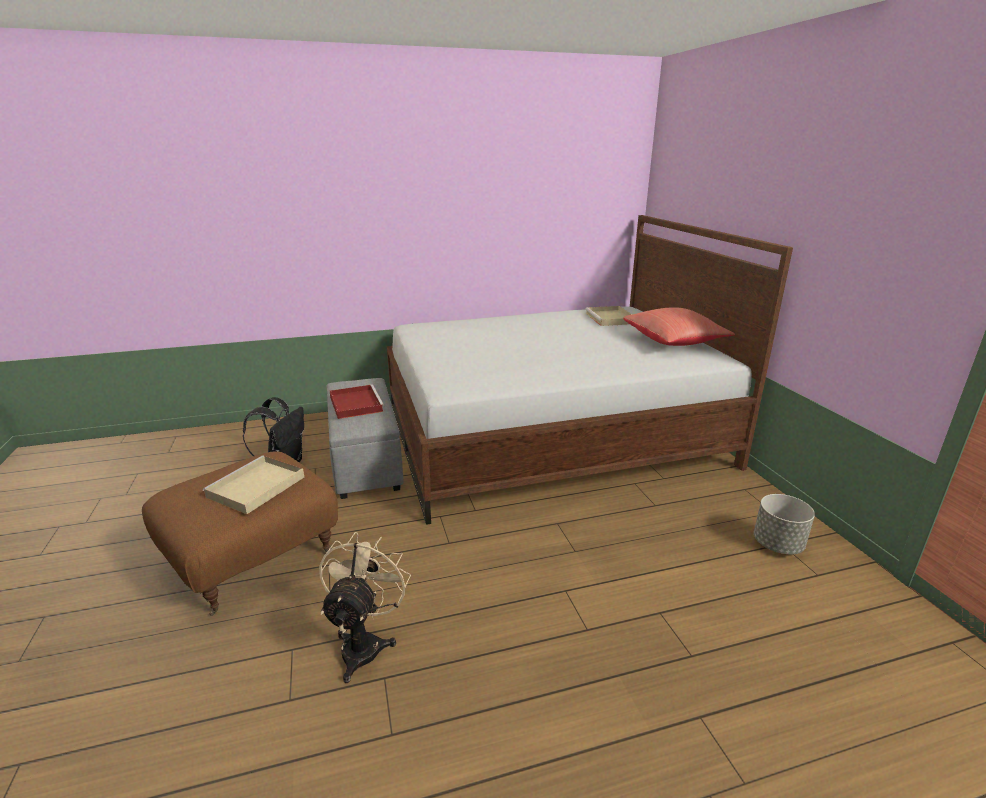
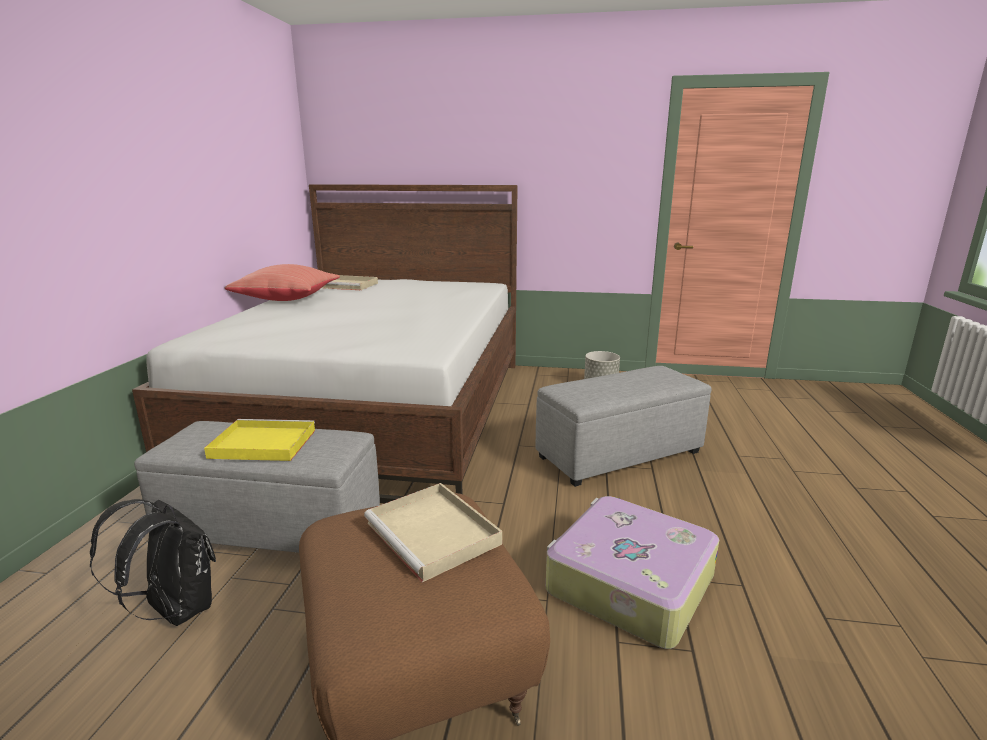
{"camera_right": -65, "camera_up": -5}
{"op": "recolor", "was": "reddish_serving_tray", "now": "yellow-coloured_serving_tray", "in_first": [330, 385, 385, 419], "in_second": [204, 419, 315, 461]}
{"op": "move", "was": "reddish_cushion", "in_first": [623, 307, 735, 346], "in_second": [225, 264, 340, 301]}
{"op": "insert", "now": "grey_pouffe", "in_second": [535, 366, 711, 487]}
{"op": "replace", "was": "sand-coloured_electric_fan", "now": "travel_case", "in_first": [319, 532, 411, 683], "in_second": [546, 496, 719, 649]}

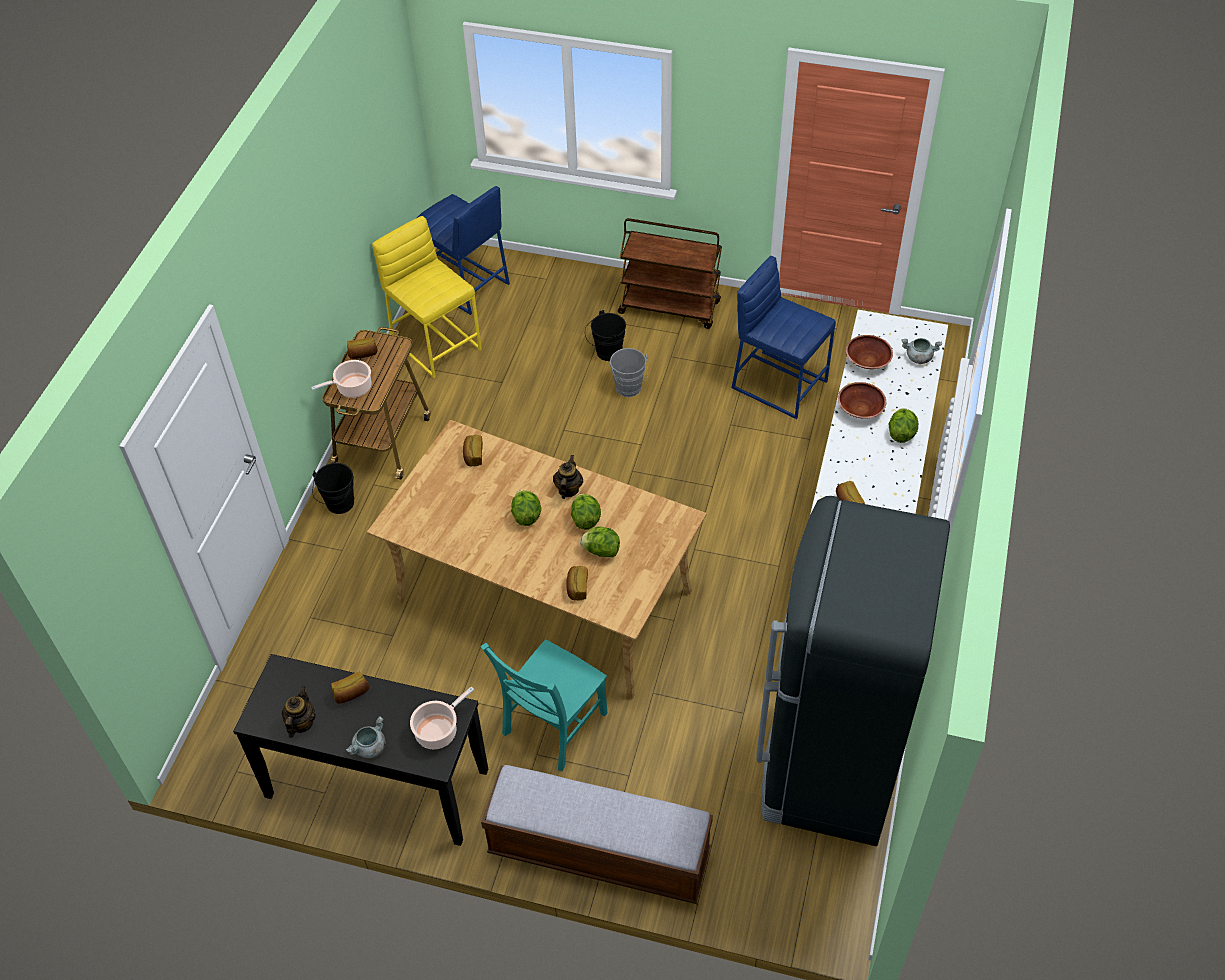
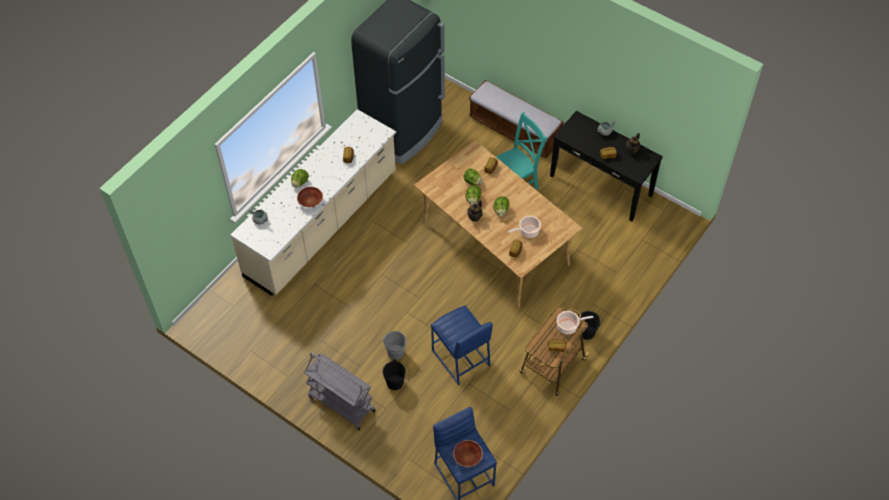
{"camera_right": -160, "camera_up": 5}
{"op": "recolor", "was": "brown_trolley", "now": "grey_trolley", "in_first": [618, 218, 722, 329], "in_second": [304, 352, 376, 430]}
{"op": "move", "was": "blue_stool", "in_first": [732, 256, 836, 419], "in_second": [431, 305, 493, 385]}
{"op": "move", "was": "brown_deep_dish", "in_first": [846, 335, 893, 369], "in_second": [453, 440, 483, 467]}
{"op": "move", "was": "cooking_pot", "in_first": [410, 687, 474, 749], "in_second": [507, 216, 541, 238]}
{"op": "delete", "was": "yellow-coloured_stool", "in_first": [372, 216, 482, 378]}

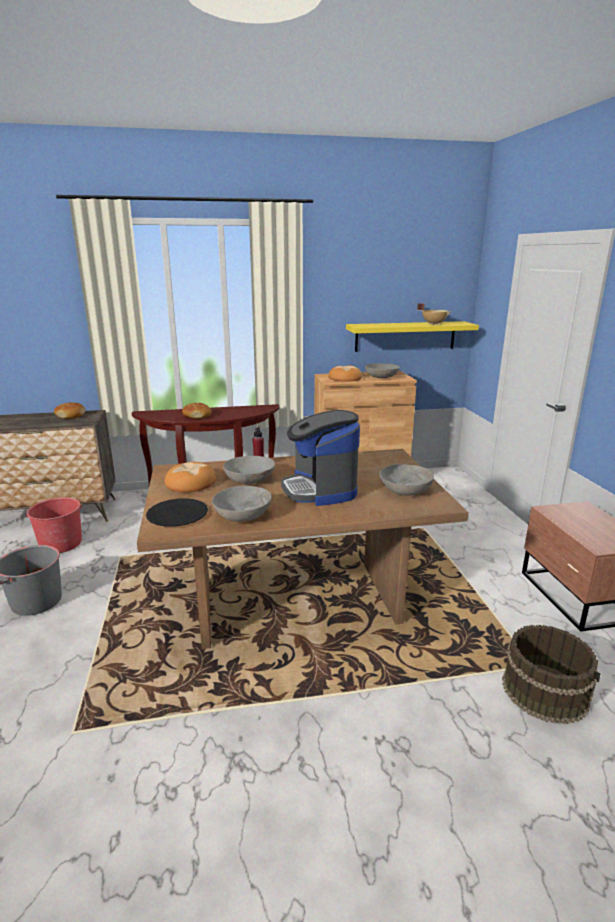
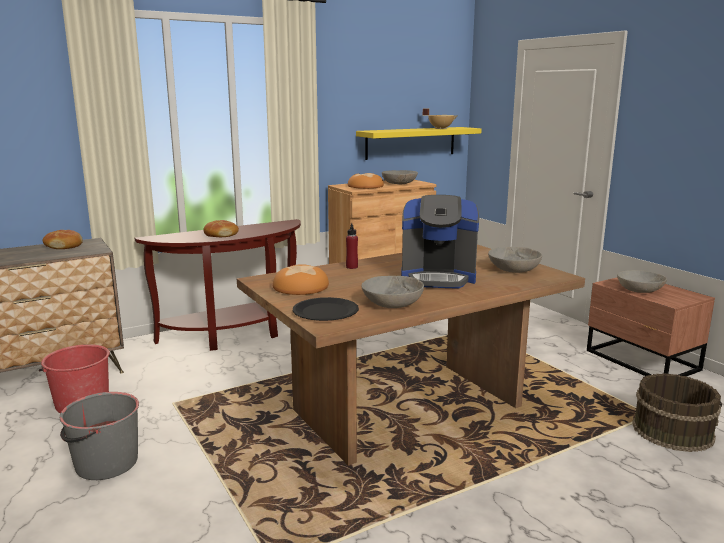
{"camera_right": -20, "camera_up": -5}
{"op": "rotate", "was": "coffee_machine", "in_first": [281, 410, 360, 506], "in_second": [401, 195, 479, 288], "clockwise": -45}
{"op": "move", "was": "grey_deep_dish", "in_first": [223, 456, 275, 484], "in_second": [617, 270, 667, 293]}

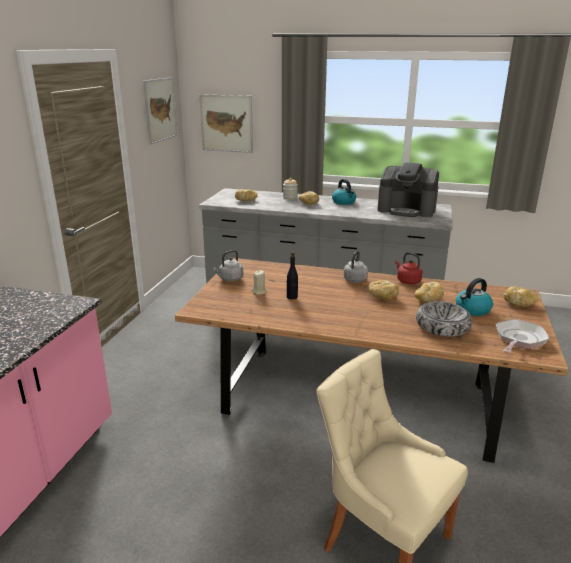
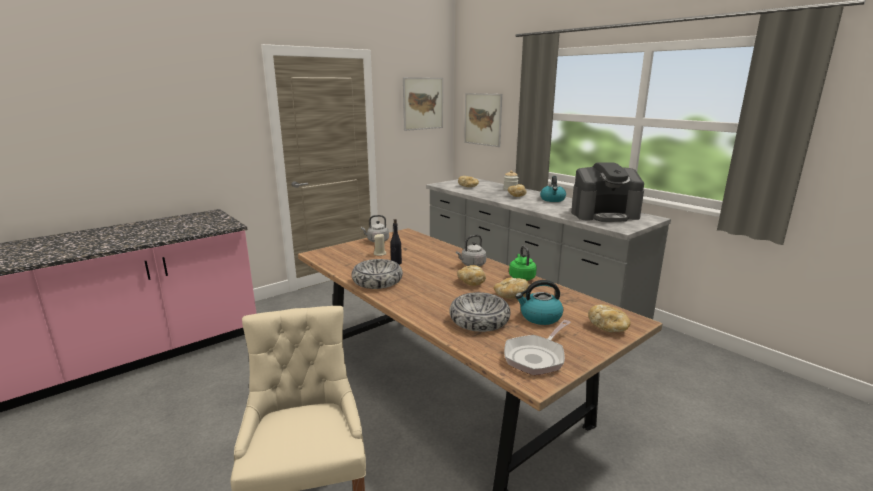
{"camera_right": 35, "camera_up": -5}
{"op": "insert", "now": "deep_dish", "in_second": [352, 259, 403, 289]}
{"op": "rotate", "was": "frying_pan", "in_first": [496, 319, 549, 353], "in_second": [504, 320, 571, 375], "clockwise": 150}
{"op": "recolor", "was": "reddish_water_kettle", "now": "greenish_water_kettle", "in_first": [395, 252, 422, 284], "in_second": [509, 246, 537, 281]}
{"op": "rotate", "was": "coffee_machine", "in_first": [377, 162, 439, 217], "in_second": [571, 162, 644, 222], "clockwise": -60}

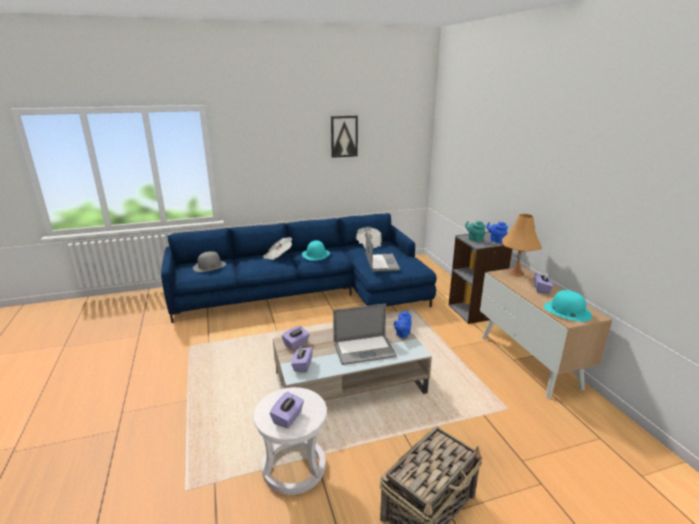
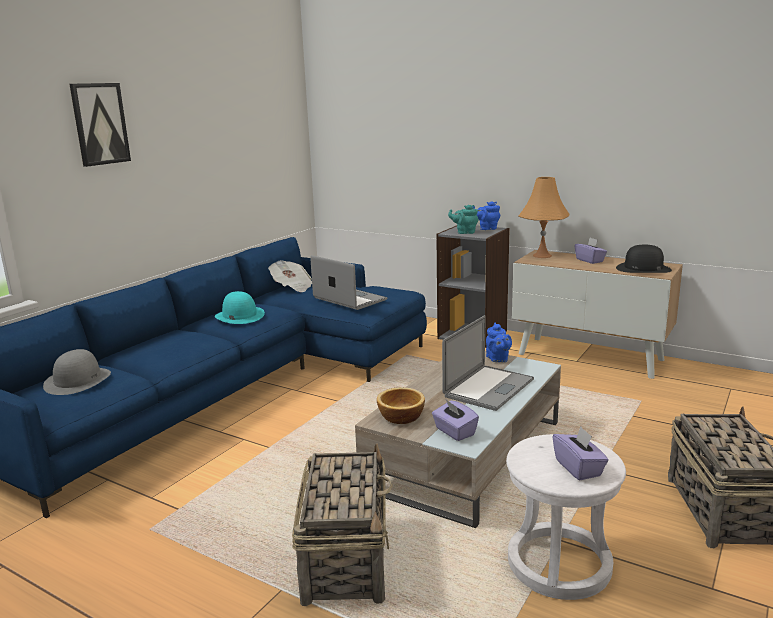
{"camera_right": -40, "camera_up": -5}
{"op": "move", "was": "wall_picture", "in_first": [331, 116, 358, 158], "in_second": [69, 83, 131, 167]}
{"op": "insert", "now": "household_basket", "in_second": [292, 443, 393, 606]}
{"op": "replace", "was": "purple_tissue_holder", "now": "deep_dish", "in_first": [282, 326, 310, 350], "in_second": [377, 387, 425, 424]}
{"op": "recolor", "was": "blue-green_clothing_hat", "now": "black-coloured_clothing_hat", "in_first": [544, 290, 592, 322], "in_second": [616, 245, 672, 273]}
{"op": "delete", "was": "daily_paper", "in_first": [263, 237, 292, 260]}

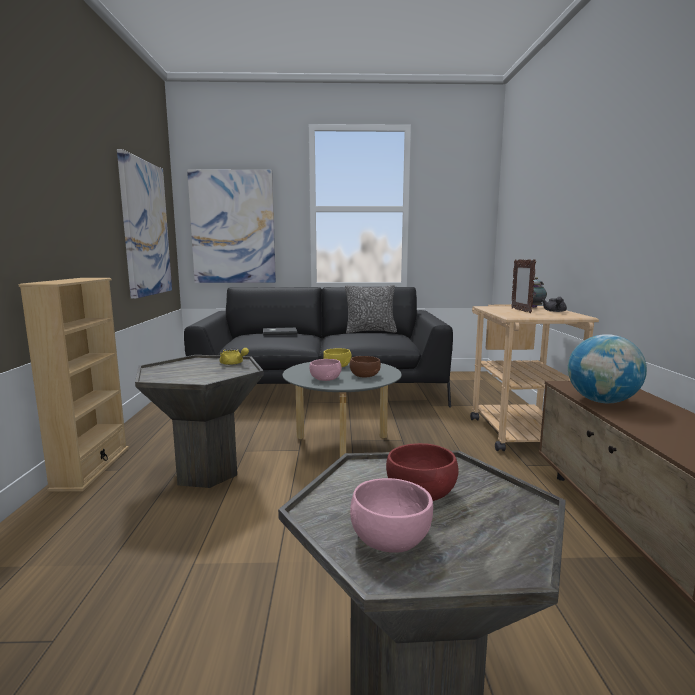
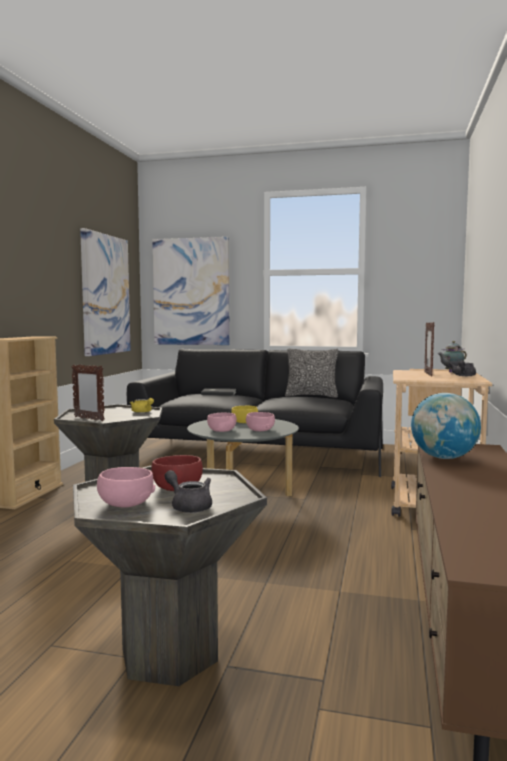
{"camera_right": 15, "camera_up": -5}
{"op": "insert", "now": "standing_frame", "in_second": [71, 364, 105, 421]}
{"op": "insert", "now": "grey_pot_for_tea", "in_second": [165, 470, 212, 513]}
{"op": "recolor", "was": "brown_deep_dish", "now": "pink-coloured_deep_dish", "in_first": [349, 356, 381, 377], "in_second": [246, 412, 275, 431]}

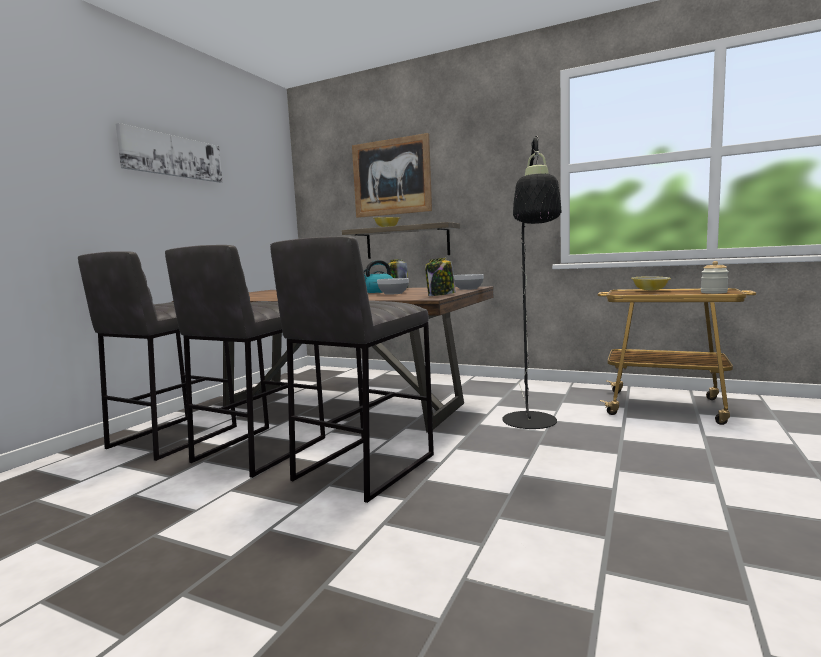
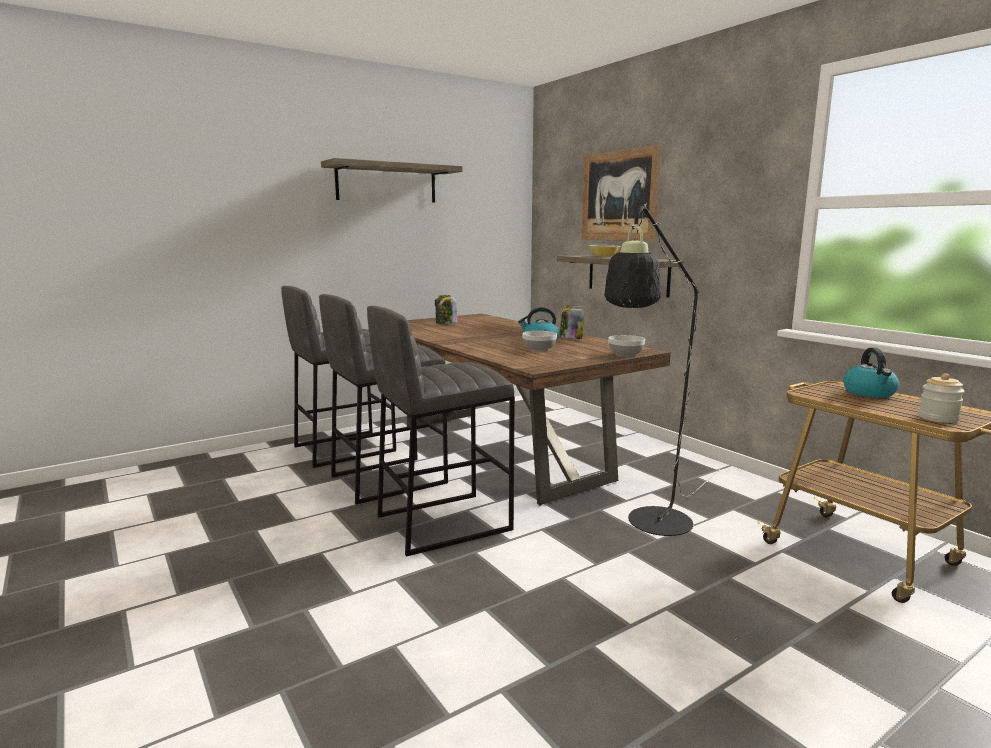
{"camera_right": 30, "camera_up": 5}
{"op": "replace", "was": "wall_picture", "now": "shelf", "in_first": [115, 123, 223, 183], "in_second": [321, 158, 463, 203]}
{"op": "move", "was": "preserve_jar", "in_first": [425, 258, 456, 296], "in_second": [435, 295, 457, 324]}
{"op": "replace", "was": "deep_dish", "now": "water_kettle", "in_first": [631, 276, 671, 290], "in_second": [843, 347, 899, 398]}

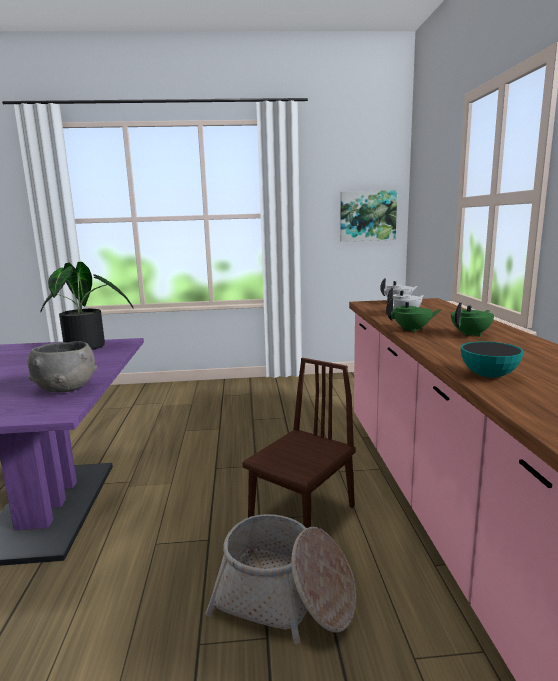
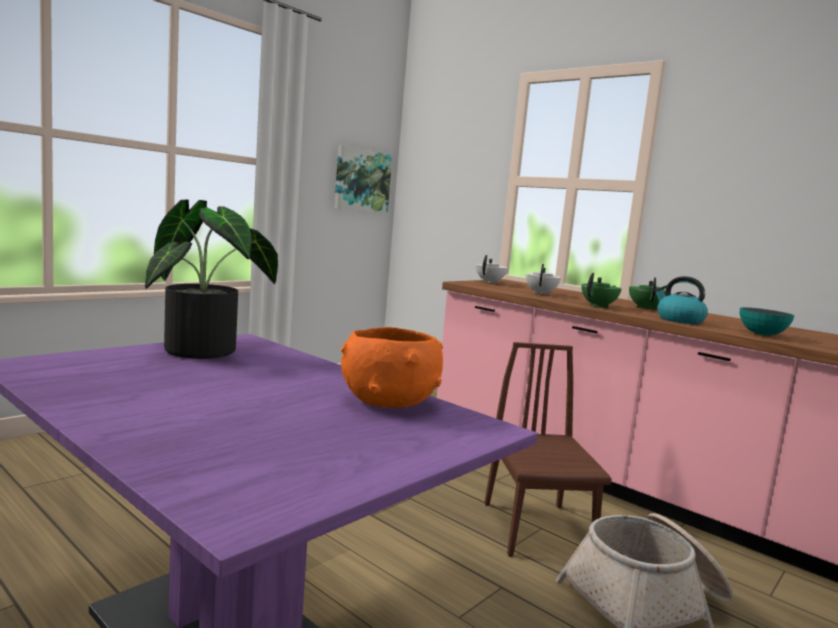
{"camera_right": -45, "camera_up": -5}
{"op": "recolor", "was": "grey_deep_dish", "now": "orange-coloured_deep_dish", "in_first": [27, 341, 97, 392], "in_second": [341, 327, 443, 408]}
{"op": "insert", "now": "water_kettle", "in_second": [654, 276, 708, 324]}

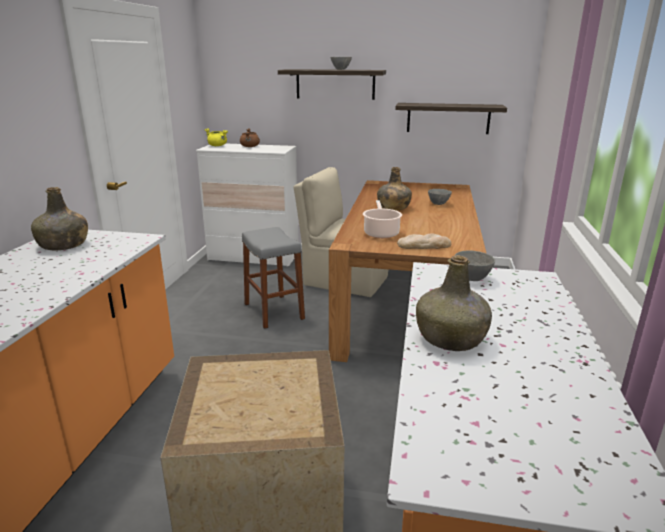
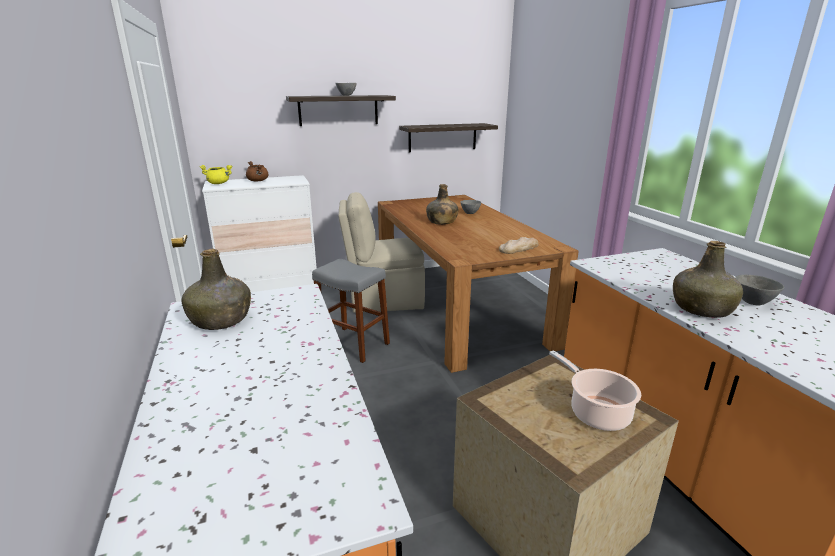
{"camera_right": -30, "camera_up": 0}
{"op": "move", "was": "cooking_pot", "in_first": [363, 200, 402, 238], "in_second": [549, 350, 641, 431]}
{"op": "move", "was": "grey_deep_dish", "in_first": [454, 251, 495, 281], "in_second": [735, 275, 784, 305]}

